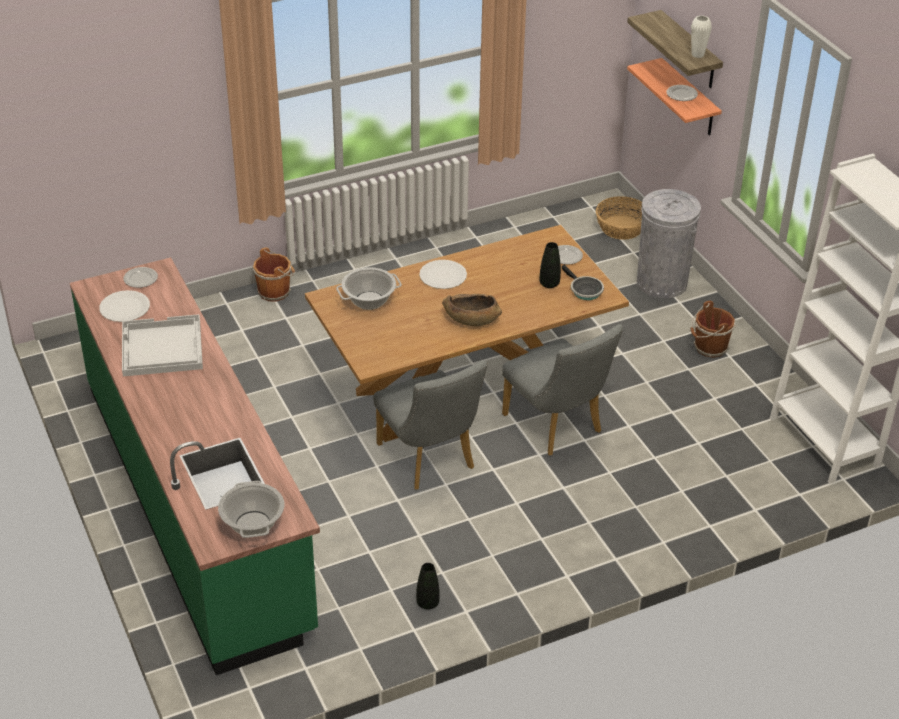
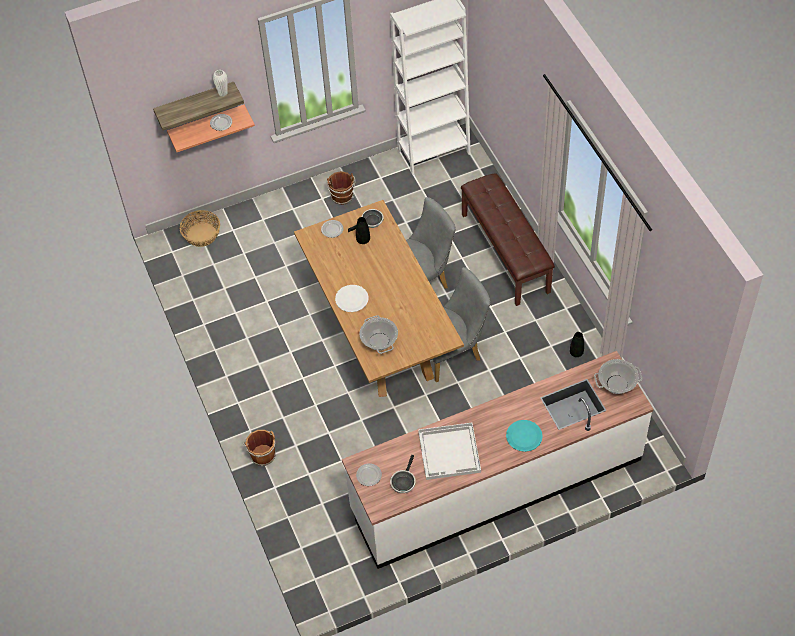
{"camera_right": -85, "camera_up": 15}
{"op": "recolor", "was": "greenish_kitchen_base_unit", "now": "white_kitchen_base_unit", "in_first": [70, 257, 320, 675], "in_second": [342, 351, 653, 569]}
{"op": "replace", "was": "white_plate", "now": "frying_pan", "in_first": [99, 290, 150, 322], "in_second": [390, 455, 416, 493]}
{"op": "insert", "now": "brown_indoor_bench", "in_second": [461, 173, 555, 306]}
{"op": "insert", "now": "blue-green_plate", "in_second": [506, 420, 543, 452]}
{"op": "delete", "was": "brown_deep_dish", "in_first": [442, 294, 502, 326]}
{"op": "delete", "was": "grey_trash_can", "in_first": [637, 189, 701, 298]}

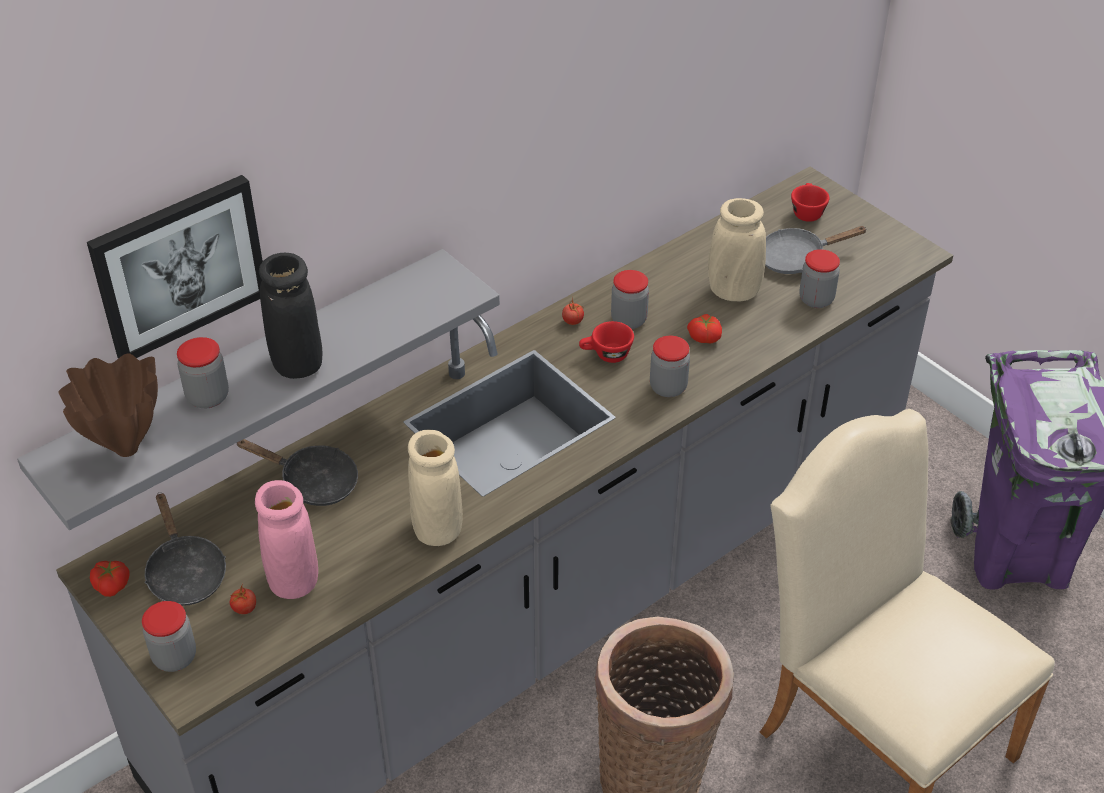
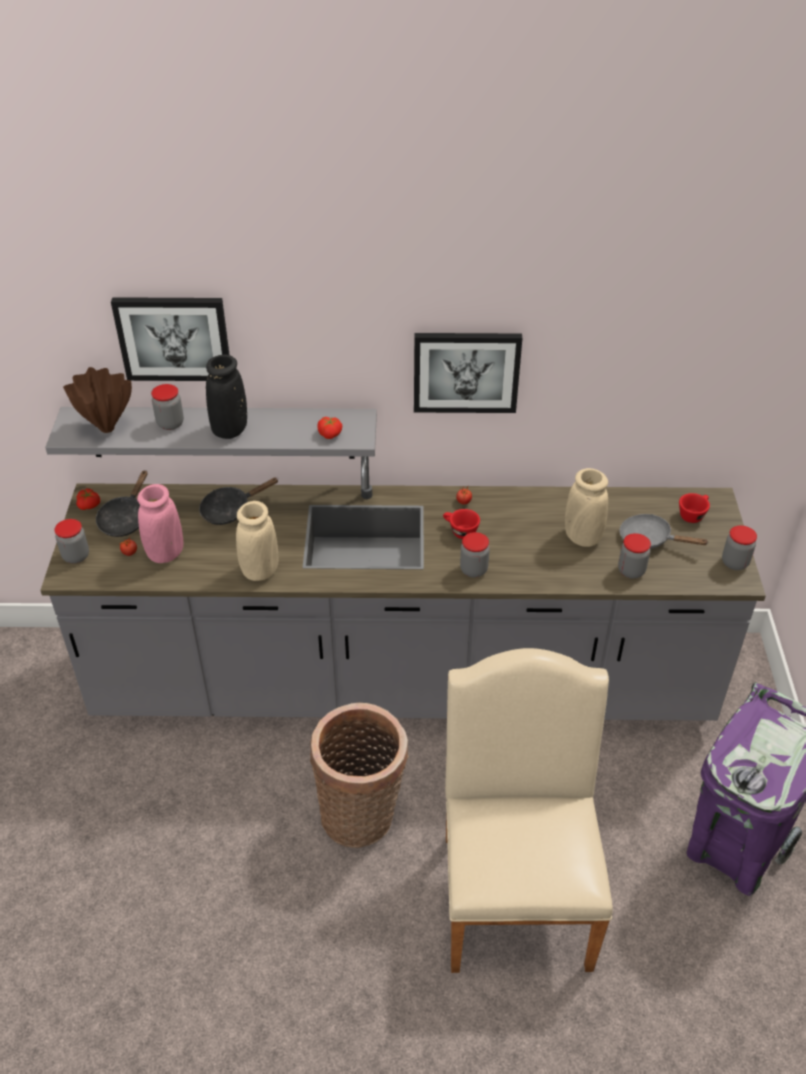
{"camera_right": 40, "camera_up": 0}
{"op": "rotate", "was": "black-coloured_frying_pan", "in_first": [237, 439, 358, 506], "in_second": [199, 477, 279, 525], "clockwise": 90}
{"op": "move", "was": "whole_tomato", "in_first": [687, 314, 722, 344], "in_second": [317, 417, 342, 439]}
{"op": "insert", "now": "wall_picture", "in_second": [414, 333, 522, 413]}
{"op": "move", "was": "preserve_jar", "in_first": [611, 270, 649, 329], "in_second": [722, 525, 757, 570]}

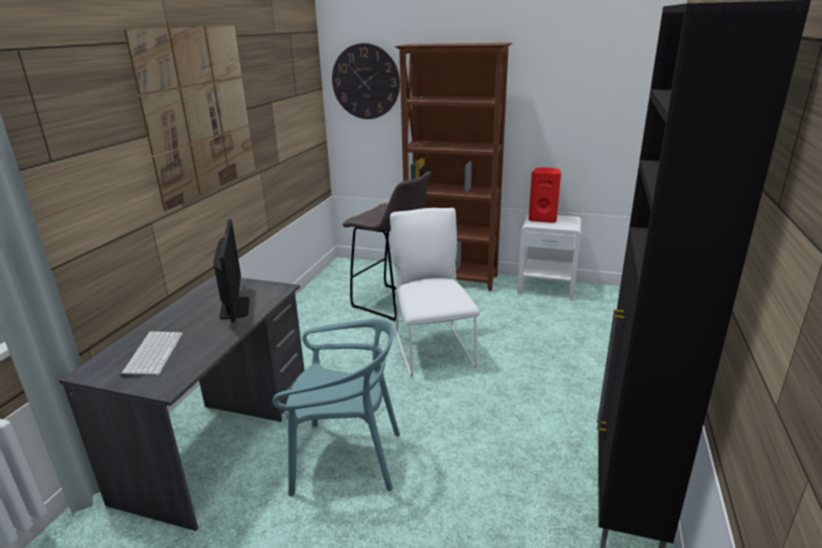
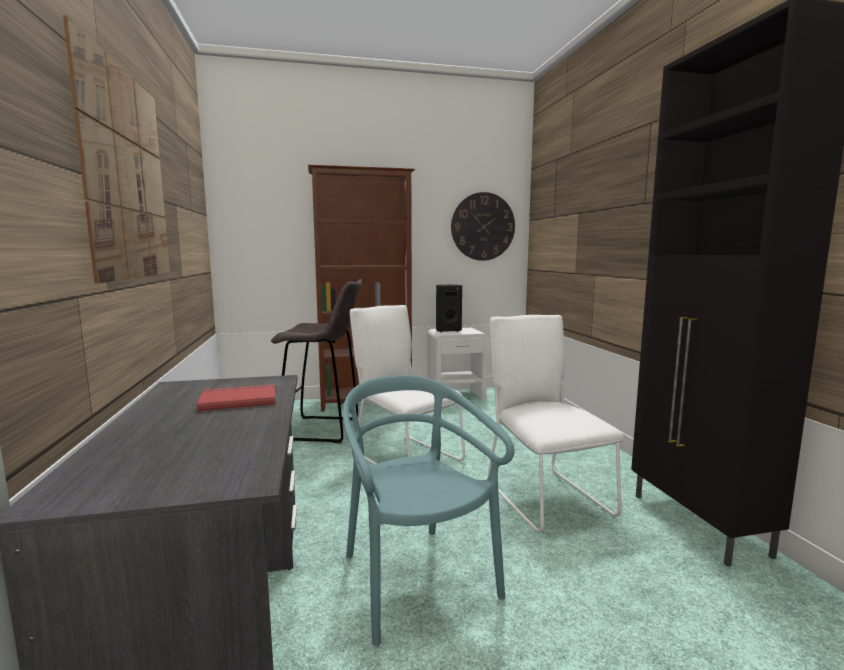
{"camera_right": -30, "camera_up": -15}
{"op": "replace", "was": "computer_screen", "now": "reddish_book", "in_first": [213, 219, 249, 322], "in_second": [197, 384, 276, 412]}
{"op": "rotate", "was": "blue-green_chair", "in_first": [272, 319, 400, 496], "in_second": [343, 375, 514, 647], "clockwise": -90}
{"op": "recolor", "was": "reddish_audio_speaker", "now": "black-coloured_audio_speaker", "in_first": [528, 168, 561, 223], "in_second": [436, 284, 462, 332]}
{"op": "move", "was": "hanging_clock", "in_first": [332, 43, 400, 119], "in_second": [451, 192, 515, 261]}
{"op": "insert", "now": "white_chair", "in_second": [488, 315, 624, 533]}
{"op": "delete", "was": "computer_keyboard", "in_first": [120, 331, 183, 377]}

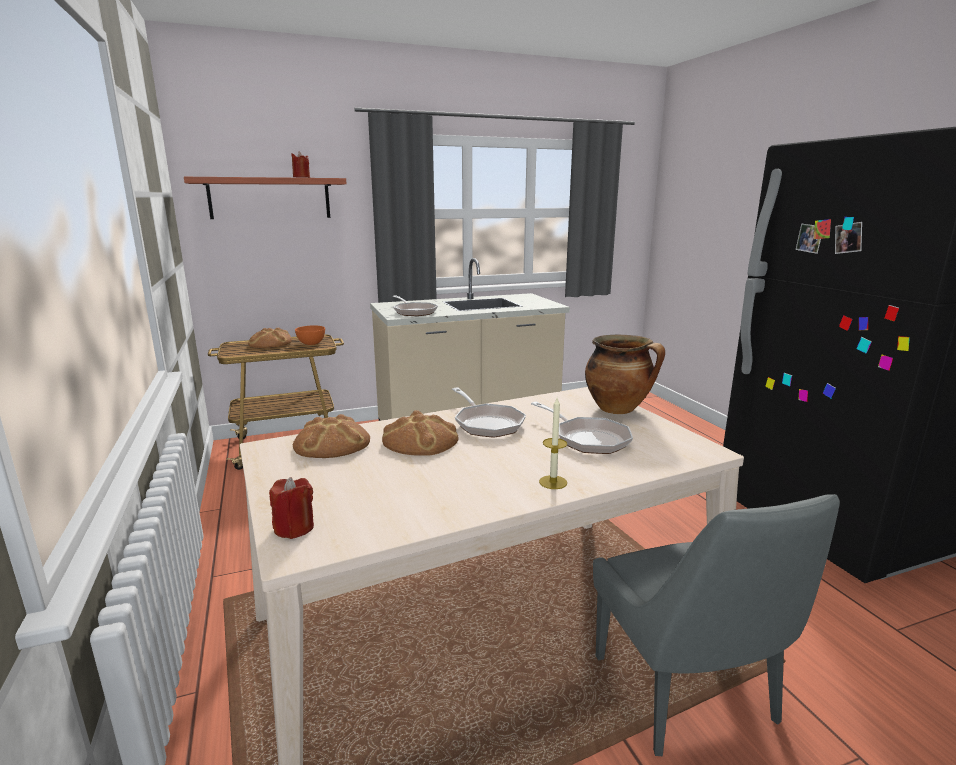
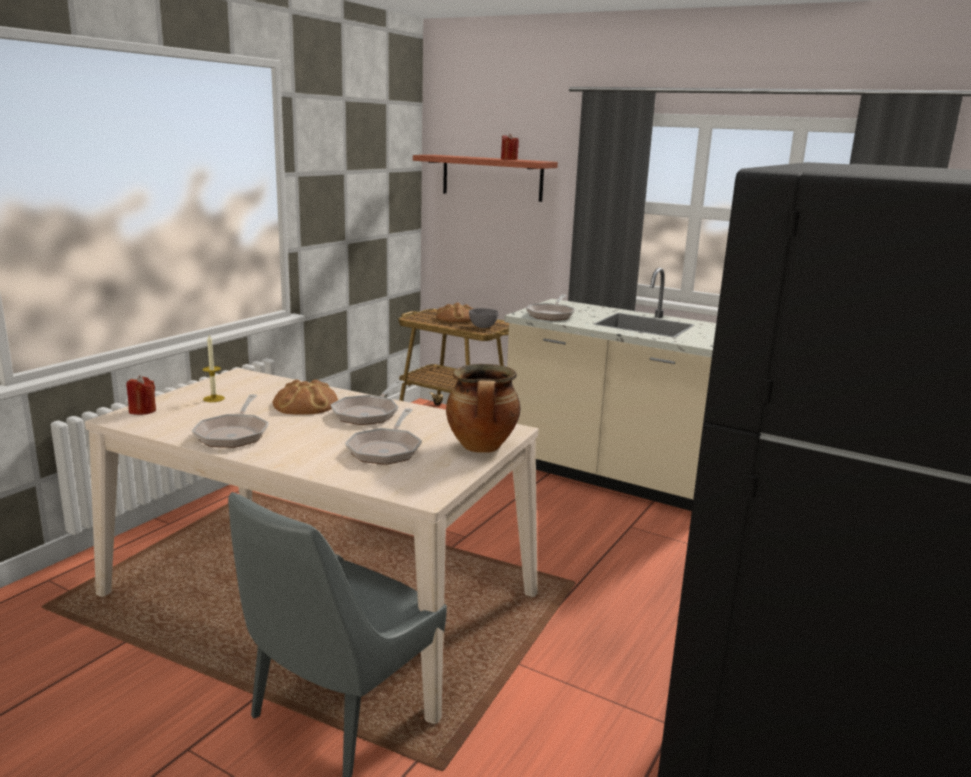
{"camera_right": 50, "camera_up": 0}
{"op": "insert", "now": "frying_pan", "in_second": [192, 394, 269, 448]}
{"op": "move", "was": "candle", "in_first": [539, 398, 567, 489], "in_second": [202, 335, 225, 402]}
{"op": "recolor", "was": "orange-coloured_deep_dish", "now": "grey_deep_dish", "in_first": [295, 326, 325, 345], "in_second": [469, 308, 499, 328]}
{"op": "delete", "was": "bakery_bread", "in_first": [293, 414, 370, 458]}

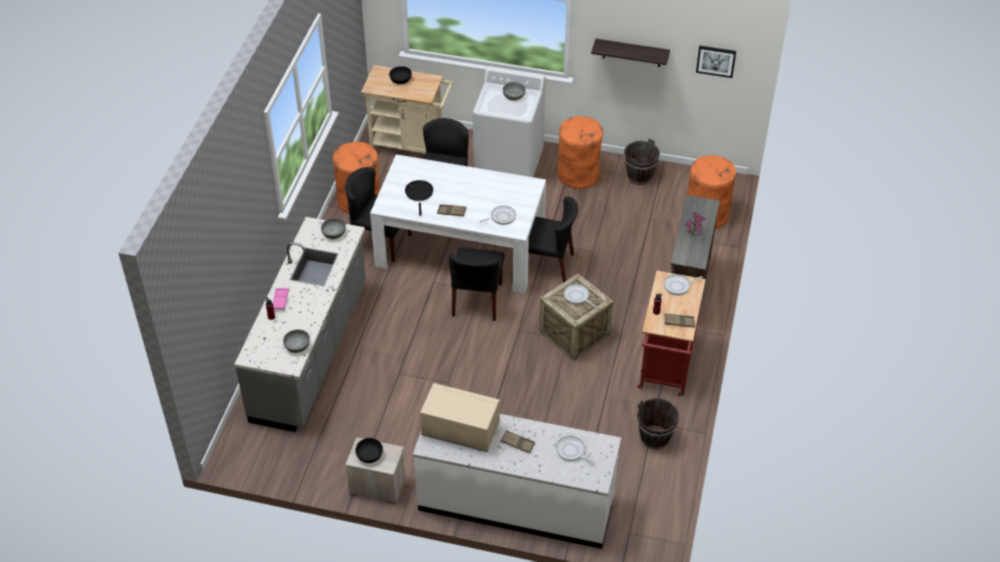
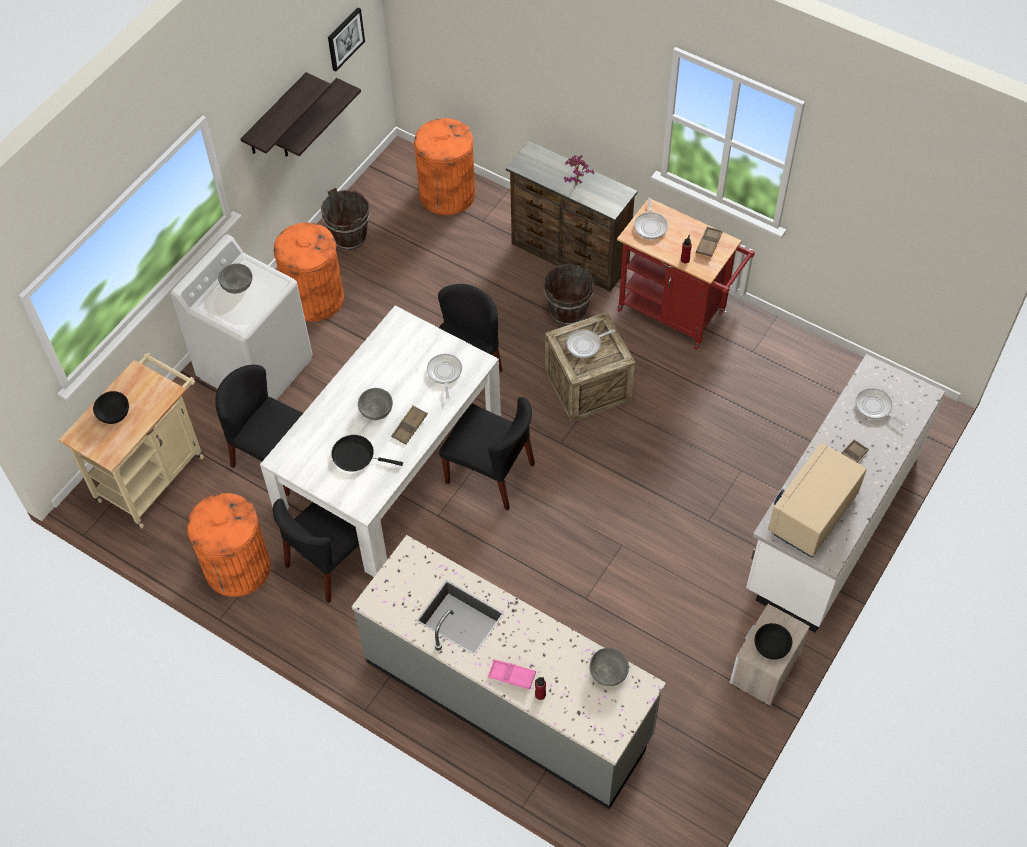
{"camera_right": -70, "camera_up": 10}
{"op": "insert", "now": "shelf", "in_second": [275, 78, 361, 157]}
{"op": "move", "was": "grey_deep_dish", "in_first": [321, 218, 346, 239], "in_second": [358, 388, 393, 420]}
{"op": "move", "was": "brown_bucket", "in_first": [637, 398, 680, 450], "in_second": [544, 264, 594, 325]}
{"op": "rotate", "was": "frying_pan", "in_first": [556, 436, 595, 465], "in_second": [856, 388, 906, 426], "clockwise": 75}

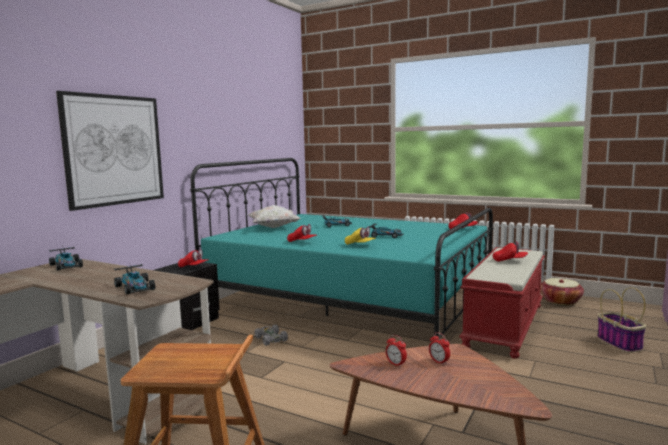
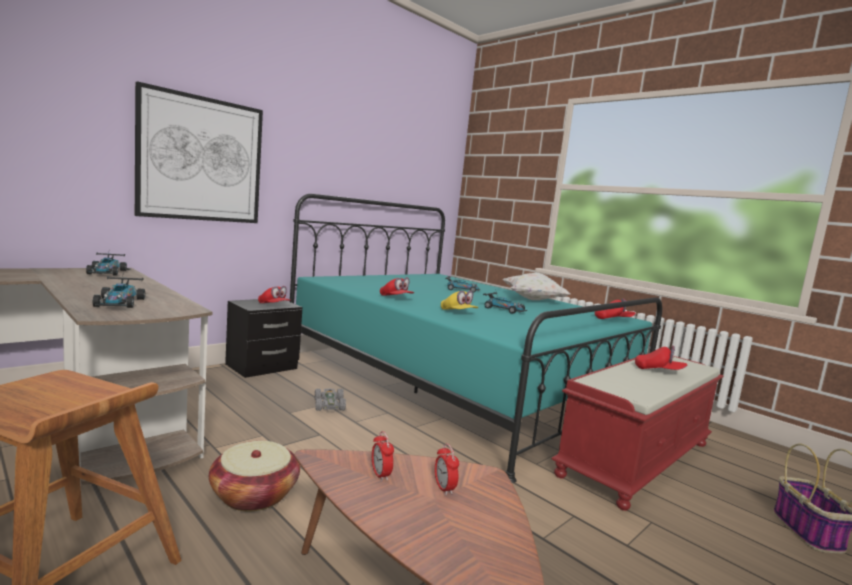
{"camera_right": 15, "camera_up": 0}
{"op": "move", "was": "household_basket", "in_first": [540, 278, 584, 305], "in_second": [209, 441, 300, 512]}
{"op": "move", "was": "white_cushion", "in_first": [248, 205, 300, 228], "in_second": [503, 272, 570, 300]}

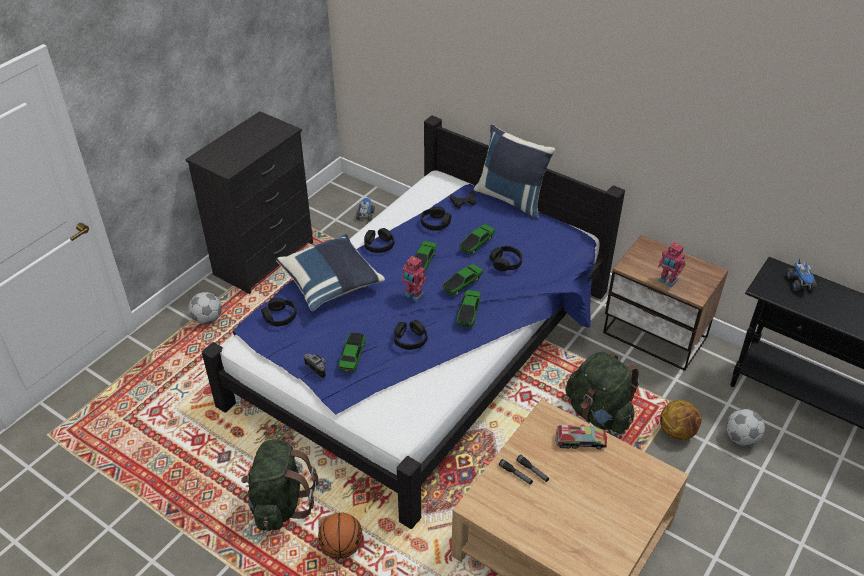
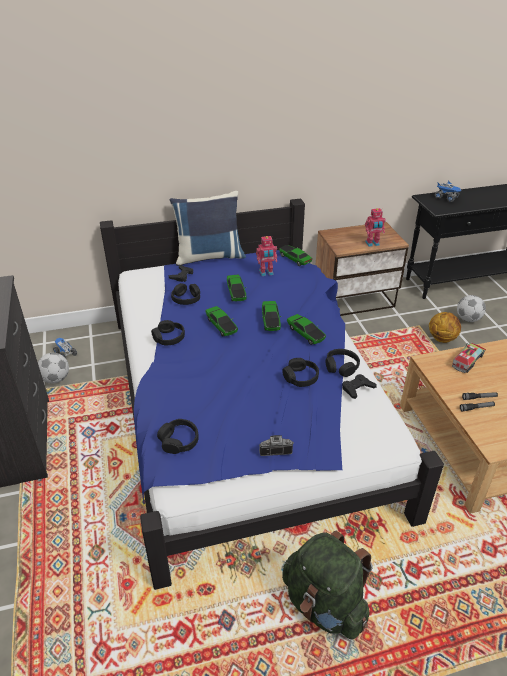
{"camera_right": -50, "camera_up": -5}
{"op": "move", "was": "football_ball", "in_first": [188, 292, 222, 324], "in_second": [38, 353, 69, 384]}
{"op": "move", "was": "model_robot", "in_first": [401, 256, 427, 302], "in_second": [256, 236, 277, 276]}
{"op": "move", "was": "miniature_car", "in_first": [339, 333, 366, 372], "in_second": [279, 245, 313, 266]}
{"op": "move", "was": "black-coloured_pair_of_headphones", "in_first": [489, 246, 522, 271], "in_second": [326, 349, 360, 377]}
{"op": "insert", "now": "black-coloured_gamepad", "in_second": [342, 374, 377, 399]}
{"op": "delete", "was": "blue_cushion", "in_first": [276, 234, 385, 311]}
{"op": "delete", "was": "basketball_ball", "in_first": [318, 512, 363, 558]}
{"op": "delete", "was": "greenish_rucksack", "in_first": [566, 352, 639, 433]}

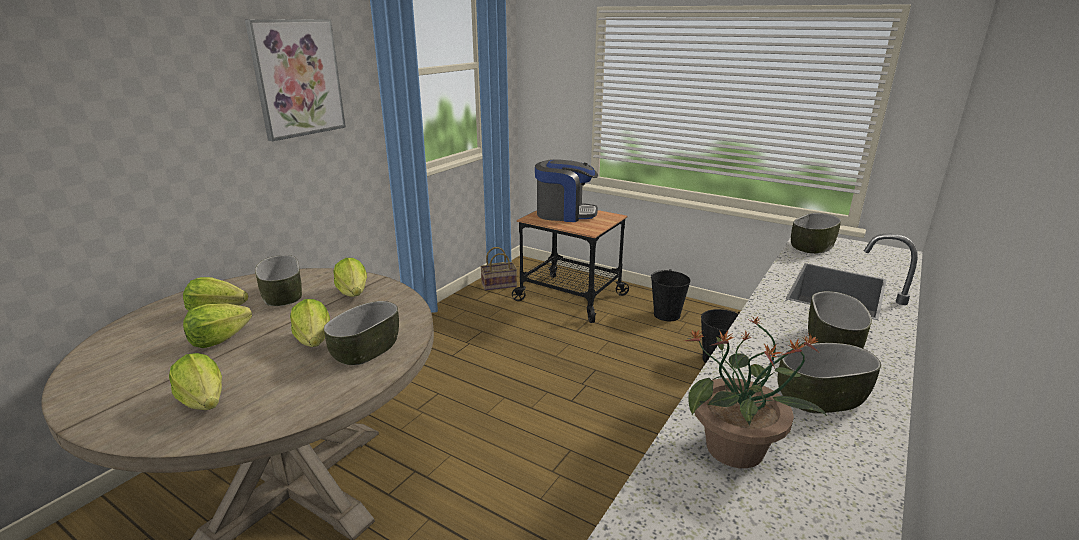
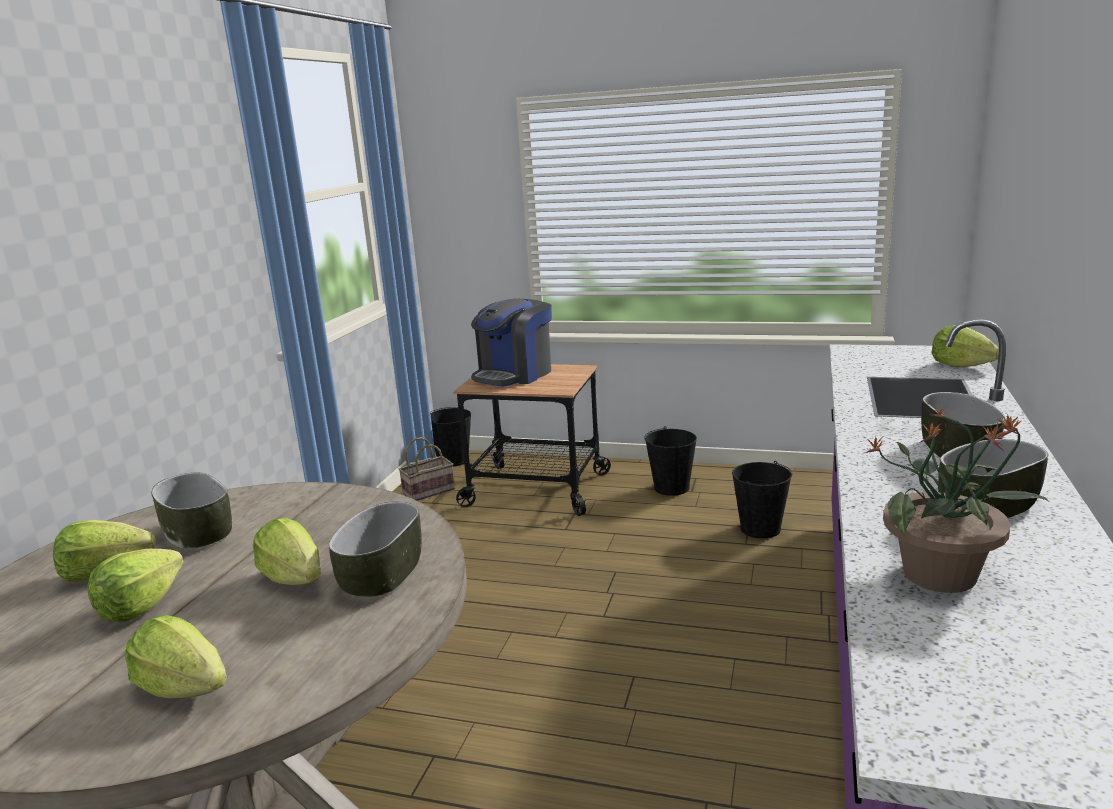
{"camera_right": -15, "camera_up": -5}
{"op": "insert", "now": "black-coloured_bucket", "in_second": [430, 407, 471, 467]}
{"op": "rotate", "was": "coffee_machine", "in_first": [535, 159, 598, 222], "in_second": [471, 298, 552, 387], "clockwise": 135}
{"op": "move", "was": "lettuce_head", "in_first": [333, 258, 367, 297], "in_second": [931, 325, 999, 367]}
{"op": "delete", "was": "wall_picture", "in_first": [245, 19, 346, 141]}
{"op": "delete", "was": "deep_dish", "in_first": [791, 213, 841, 254]}

